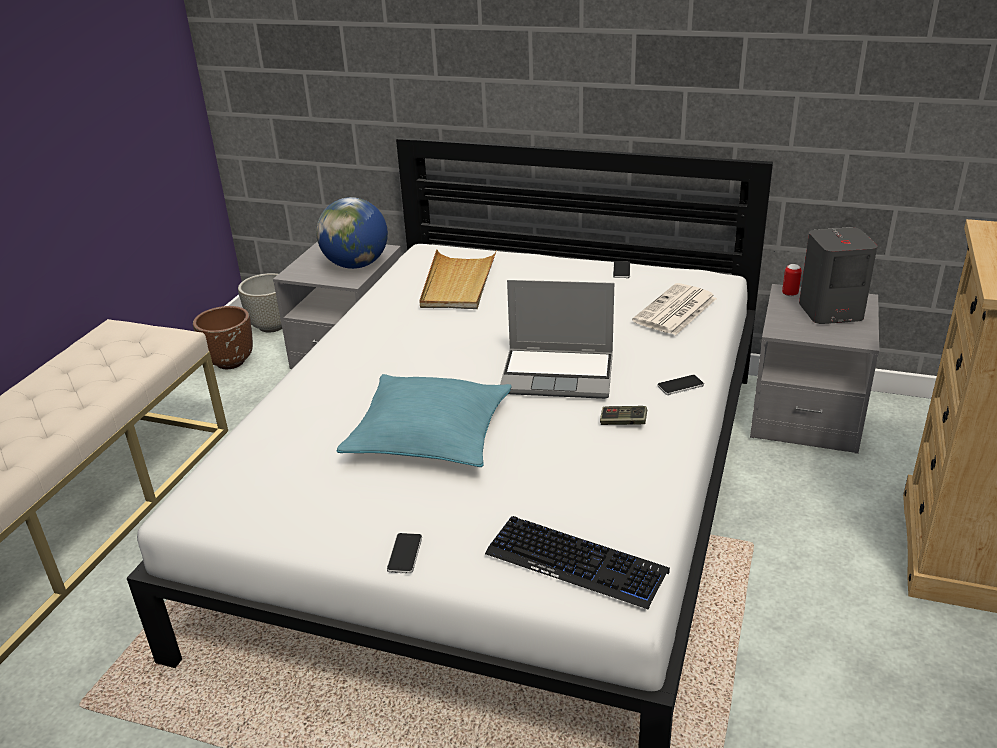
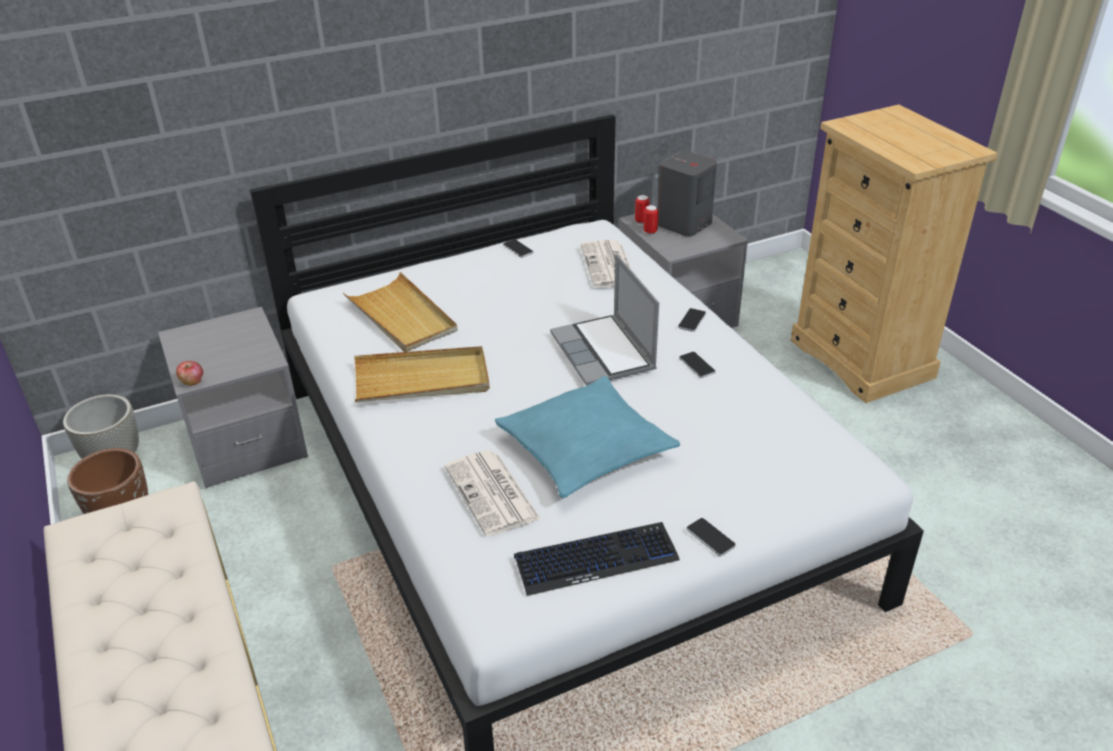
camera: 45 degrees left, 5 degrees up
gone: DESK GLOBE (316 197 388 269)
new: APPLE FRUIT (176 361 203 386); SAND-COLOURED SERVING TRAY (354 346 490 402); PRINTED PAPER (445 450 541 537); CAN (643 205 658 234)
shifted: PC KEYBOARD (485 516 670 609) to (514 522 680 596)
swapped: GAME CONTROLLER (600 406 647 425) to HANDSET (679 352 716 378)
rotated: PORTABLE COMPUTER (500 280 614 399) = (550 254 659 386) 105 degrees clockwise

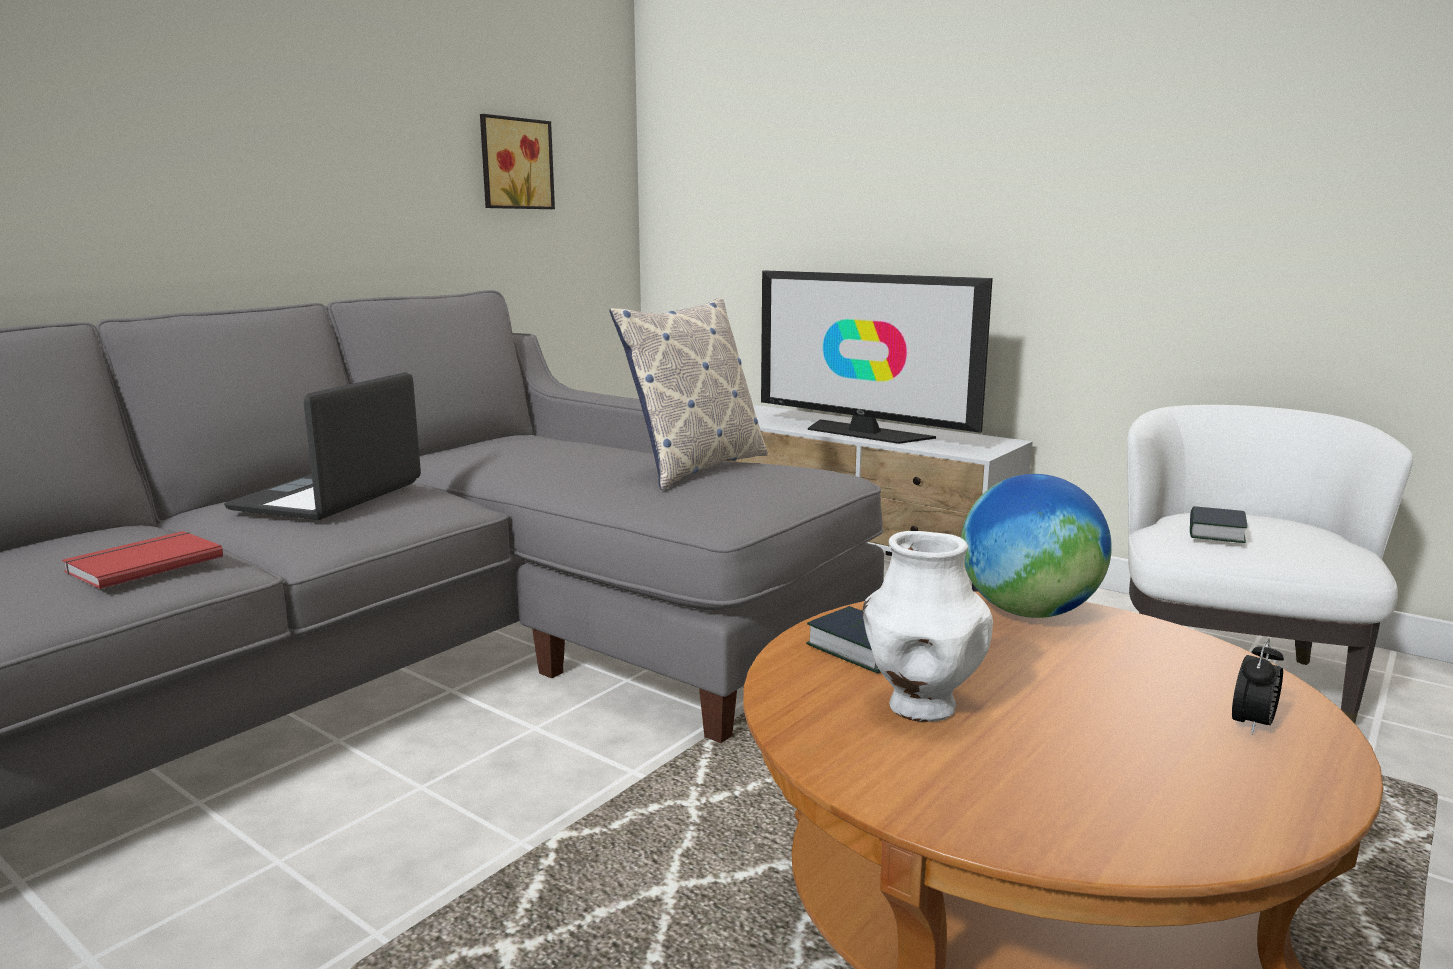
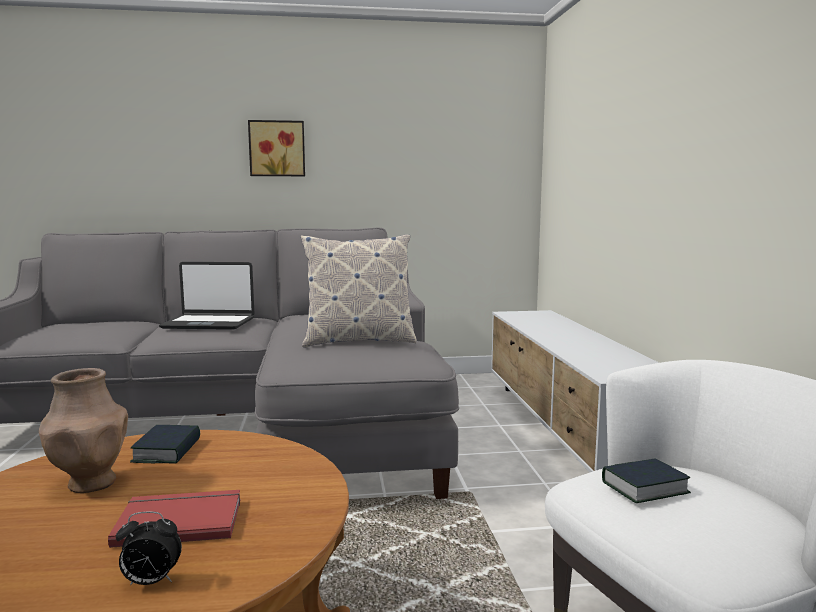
camera: 45 degrees right, 5 degrees down
gone: TV SET (761 270 993 444); DESK GLOBE (961 474 1112 618)
shifted: RED BOUND BOOK (62 531 223 589) to (108 490 241 548); PICTURE (480 114 555 209) to (248 120 305 176)
repainted: WHITISH DECORATIVE VASE (862 531 993 722) to BROWNISH DECORATIVE VASE (39 368 128 493)
rotated: PORTABLE COMPUTER (224 372 421 520) = (159 262 254 330) 150 degrees counterclockwise

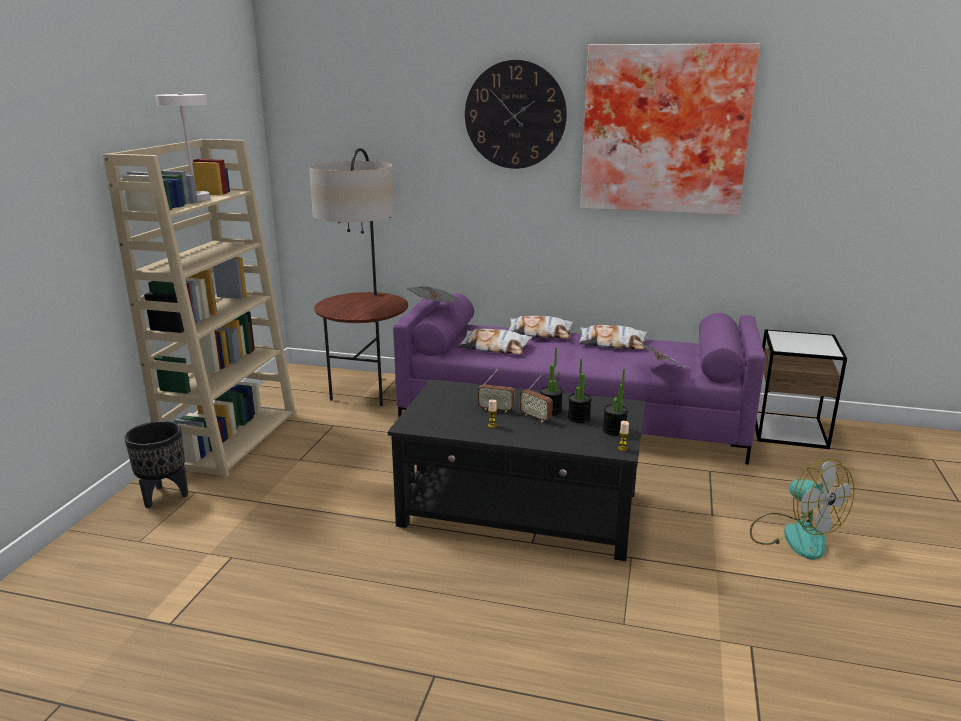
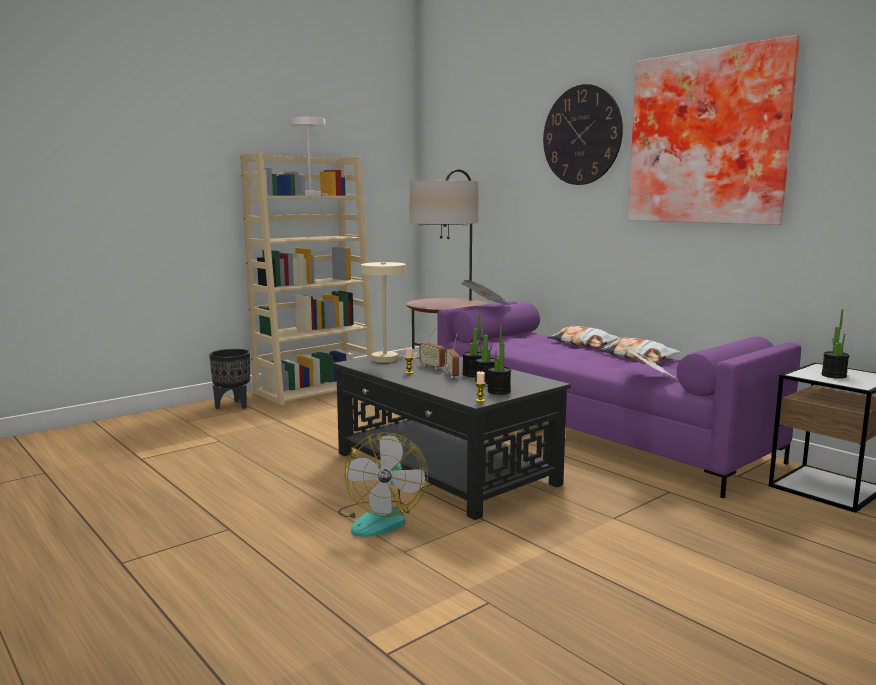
camera: 35 degrees right, 10 degrees down
gone: PILLOW (458 329 532 354)
new: SAND-COLOURED TABLE LAMP (361 262 419 363); HOUSEPLANT (821 309 849 379)
shifted: COOLING FAN (750 458 854 560) to (338 432 428 537)

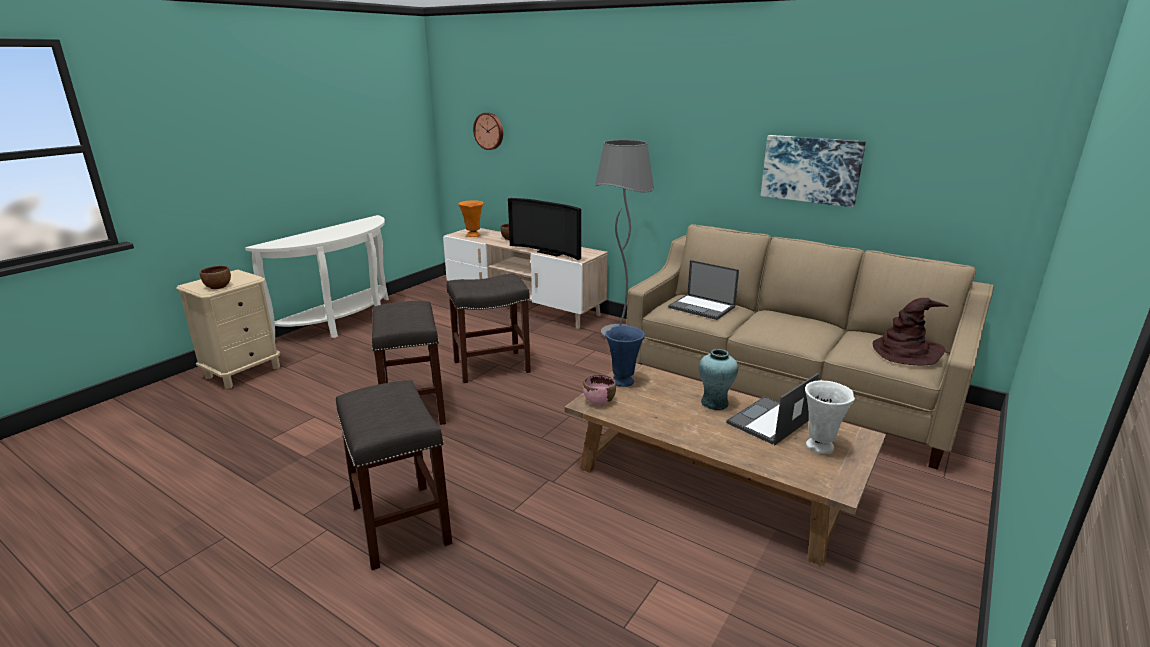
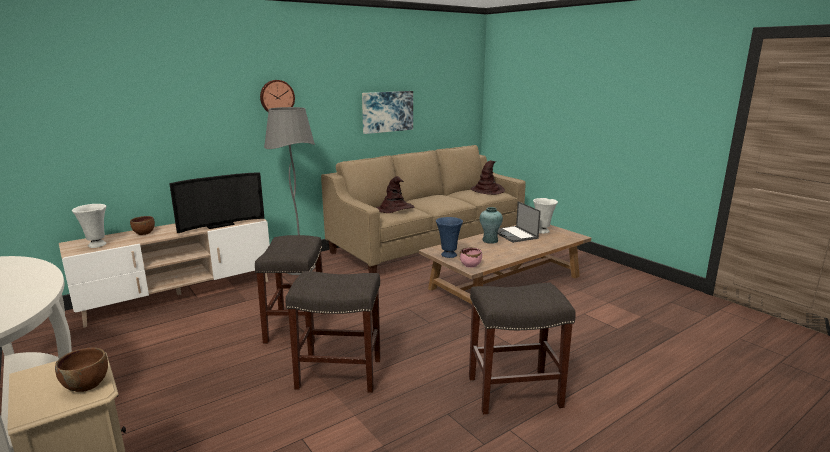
camera: 70 degrees left, 5 degrees down
shifted: HANGING CLOCK (473 113 503 150) to (260 80 295 112)
swapped: PORTABLE COMPUTER (668 260 739 320) to BROWNISH CLOTHING HAT (376 176 414 213)
repainted: ORANGEY DECORATIVE VASE (458 200 483 237) to WHITISH DECORATIVE VASE (72 204 107 248)

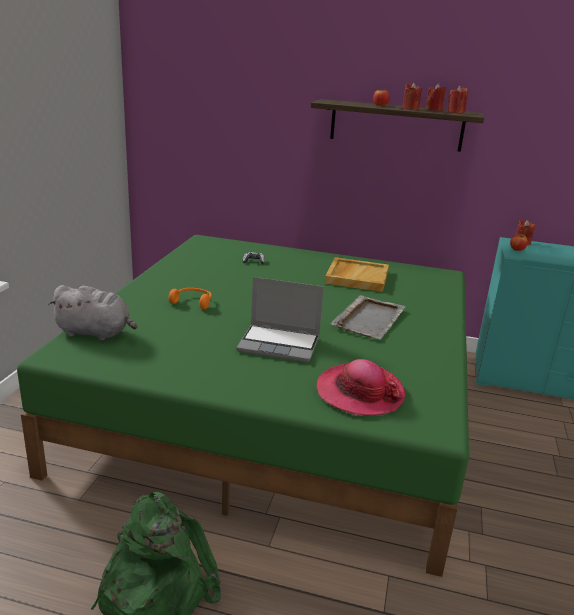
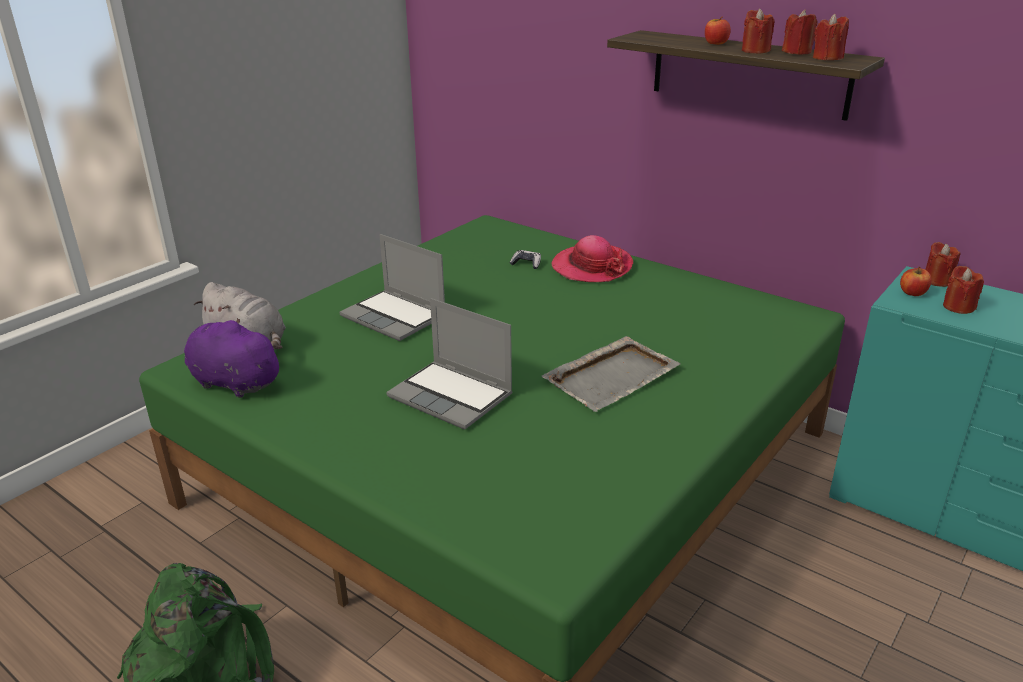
camera: 25 degrees right, 5 degrees up
gone: SAND-COLOURED SERVING TRAY (325 257 389 292)
new: PURPLE SOFT TOY (184 318 283 398); RED WAX CANDLE (943 266 984 314)
shifted: CLOTHING HAT (317 359 405 416) to (552 235 633 282)
swapped: ORANGEY PAIR OF HEADPHONES (169 288 212 309) to PORTABLE COMPUTER (340 234 445 341)

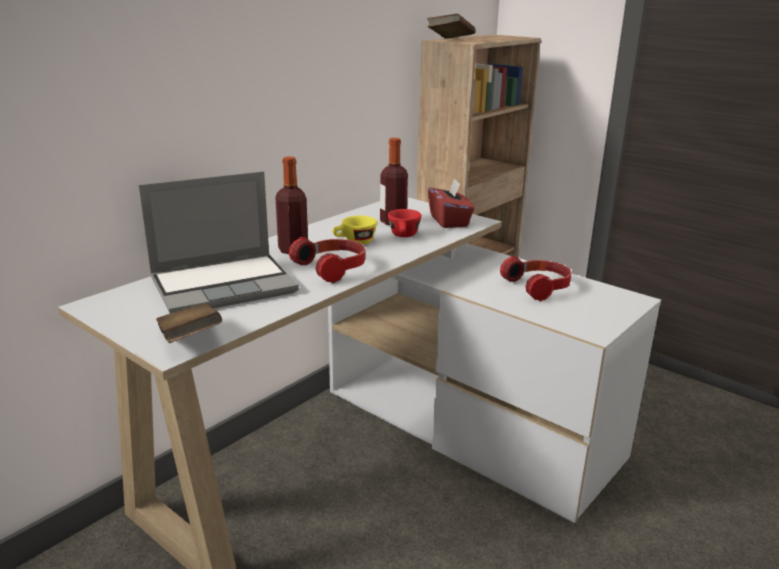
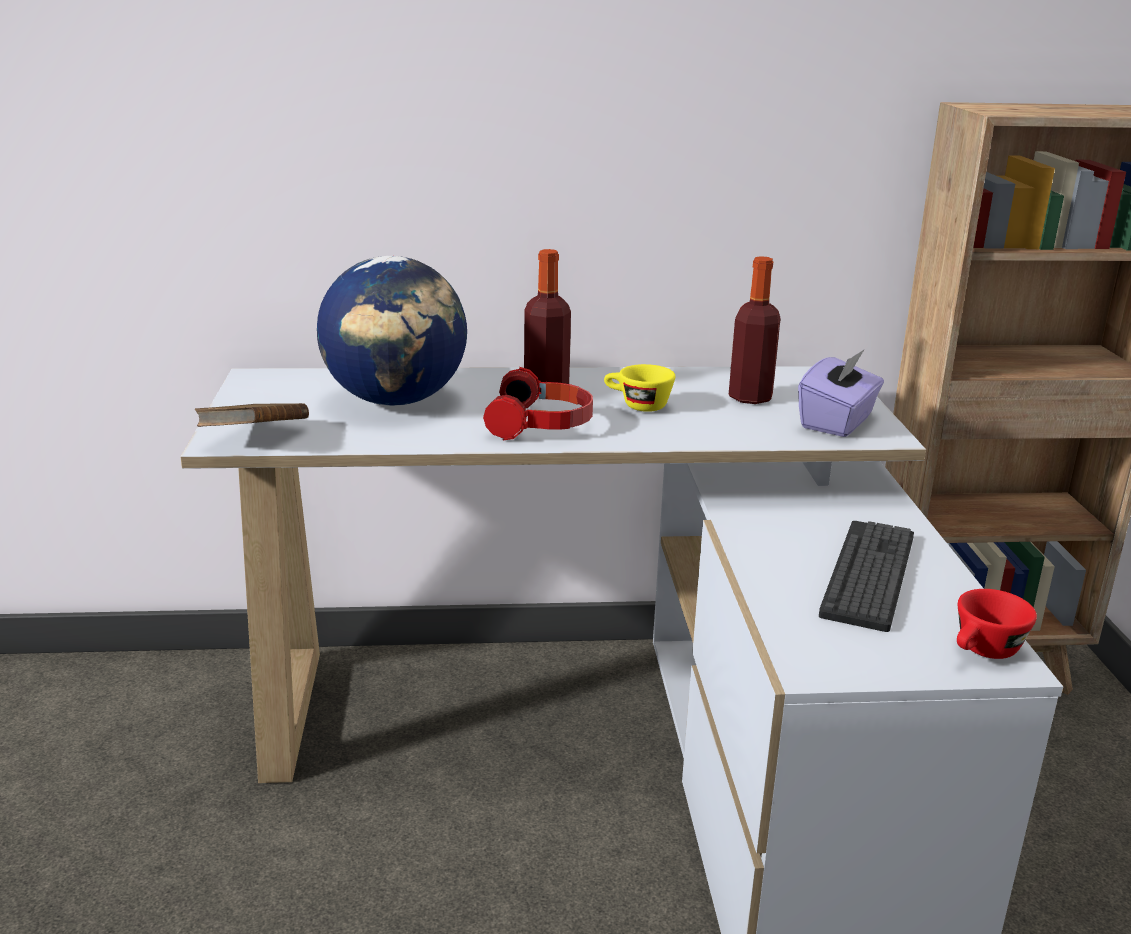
camera: 45 degrees right, 0 degrees up
gone: BROWNISH BOUND BOOK (427 14 476 39)
shifted: RED CUP (388 209 422 237) to (957 589 1037 659)
swapped: PORTABLE COMPUTER (139 171 299 313) to DESK GLOBE (317 256 467 406); PAIR OF HEADPHONES (500 256 572 302) to PC KEYBOARD (819 521 914 632)
repainted: RED TISSUE HOLDER (428 178 475 228) to PURPLE TISSUE HOLDER (798 349 884 437)

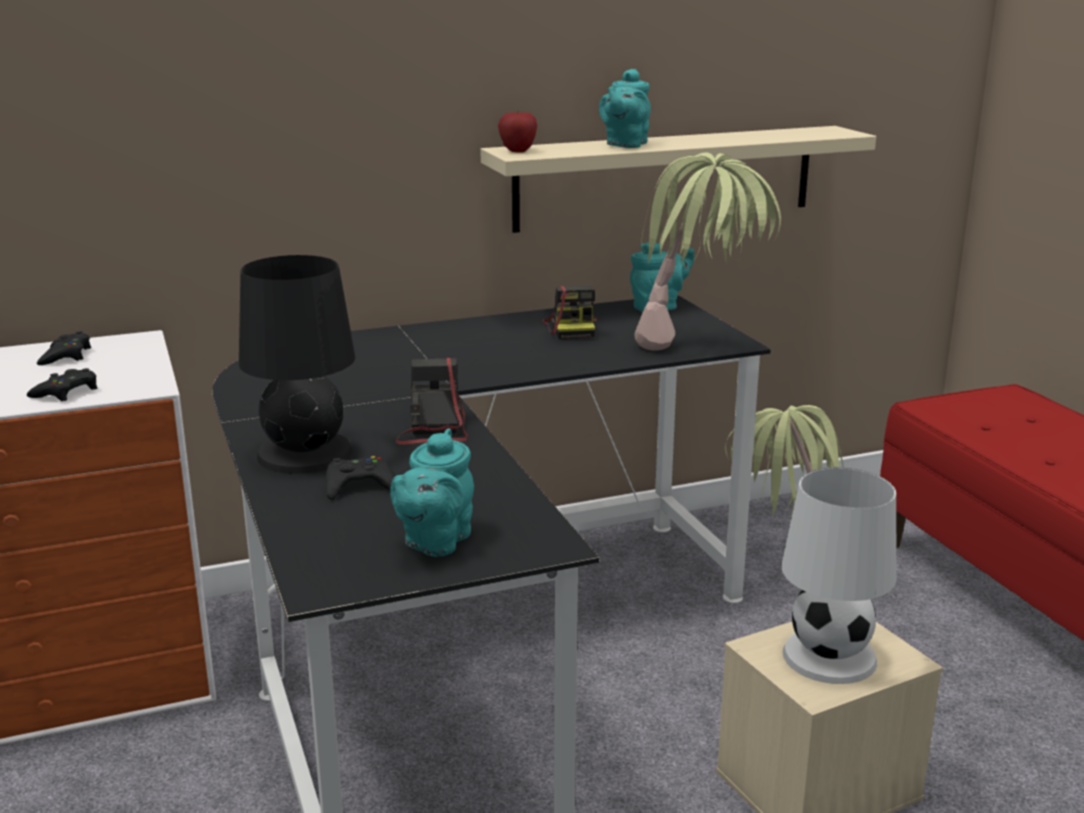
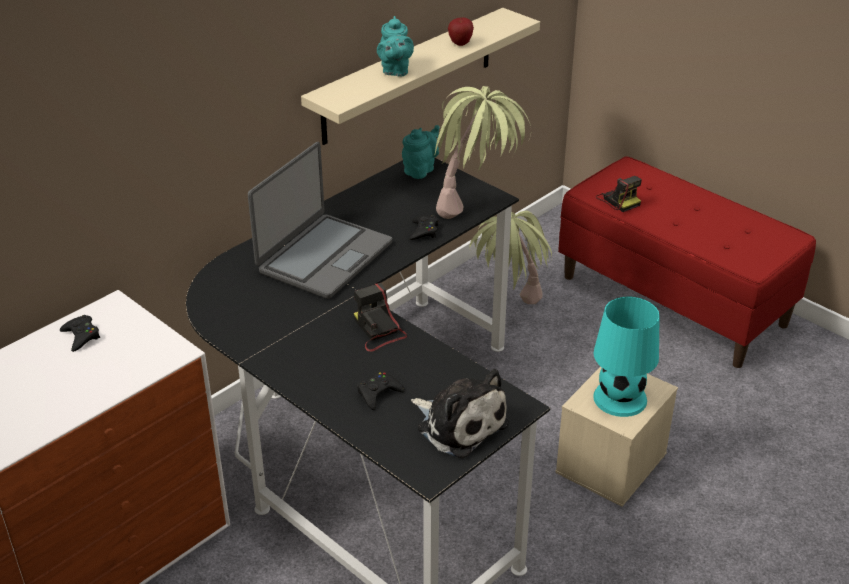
camera: 25 degrees left, 15 degrees up
gone: BLACKISH TABLE LAMP (239 255 355 474)
new: PORTABLE COMPUTER (248 142 392 299)
shifted: BLACKISH GAME CONTROLLER (27 368 97 401) to (409 215 439 240); APPLE FRUIT (498 110 537 152) to (448 18 474 46); STILL CAMERA (543 286 597 339) to (596 176 642 212)
swapped: TURQUOISE TEAPOT (391 428 474 557) to SOFT TOY (411 369 509 459)
repainted: WHITISH TABLE LAMP (781 467 897 684) to TURQUOISE TABLE LAMP (593 297 660 417)

